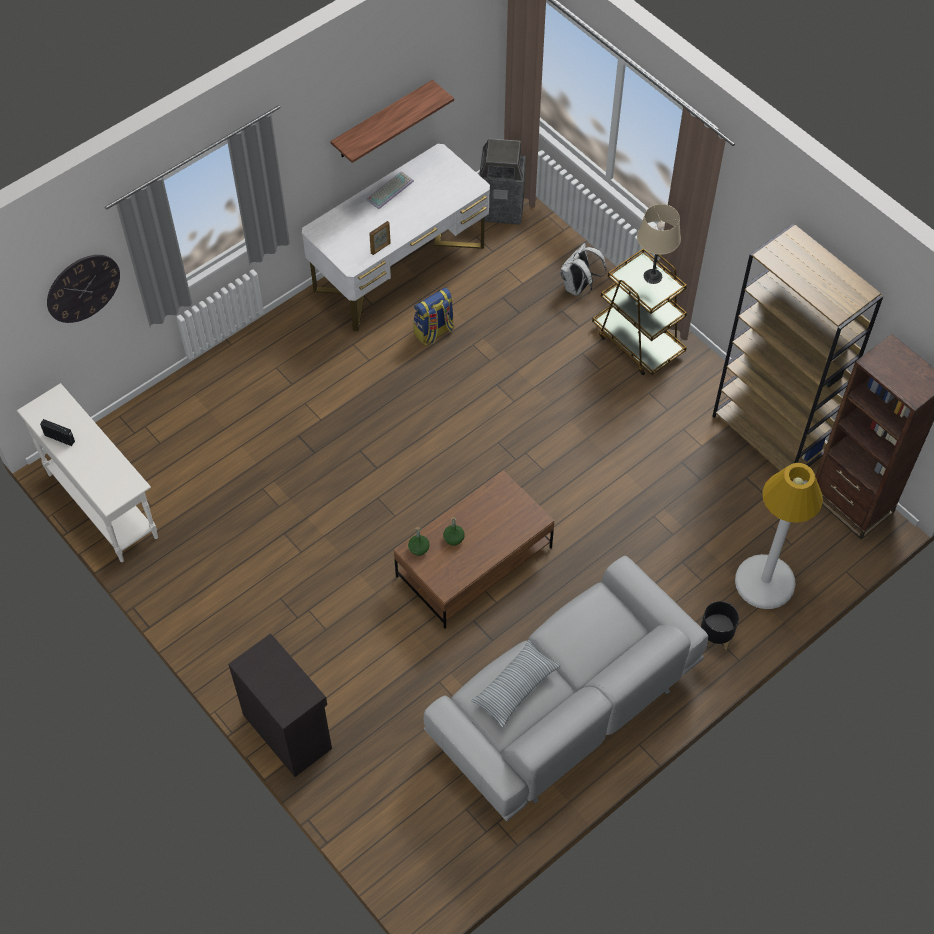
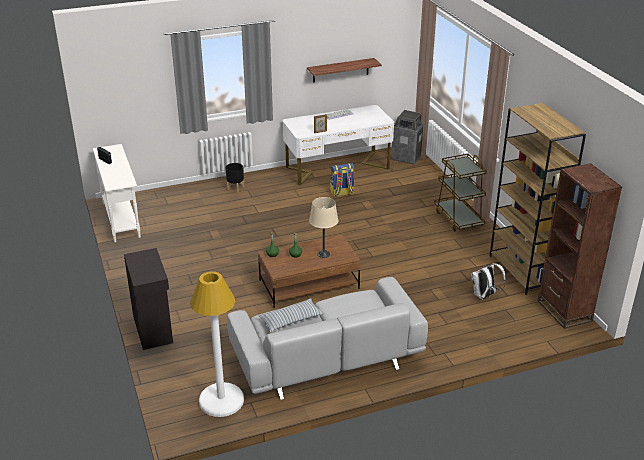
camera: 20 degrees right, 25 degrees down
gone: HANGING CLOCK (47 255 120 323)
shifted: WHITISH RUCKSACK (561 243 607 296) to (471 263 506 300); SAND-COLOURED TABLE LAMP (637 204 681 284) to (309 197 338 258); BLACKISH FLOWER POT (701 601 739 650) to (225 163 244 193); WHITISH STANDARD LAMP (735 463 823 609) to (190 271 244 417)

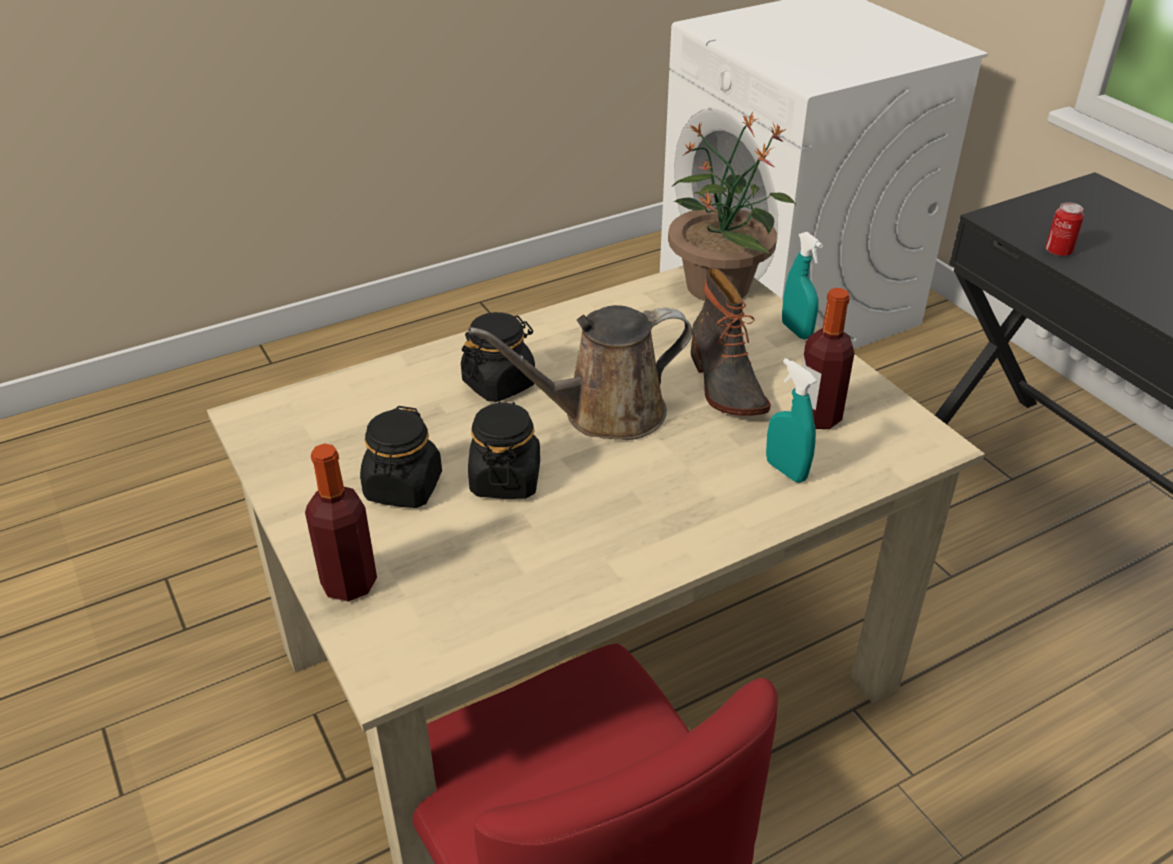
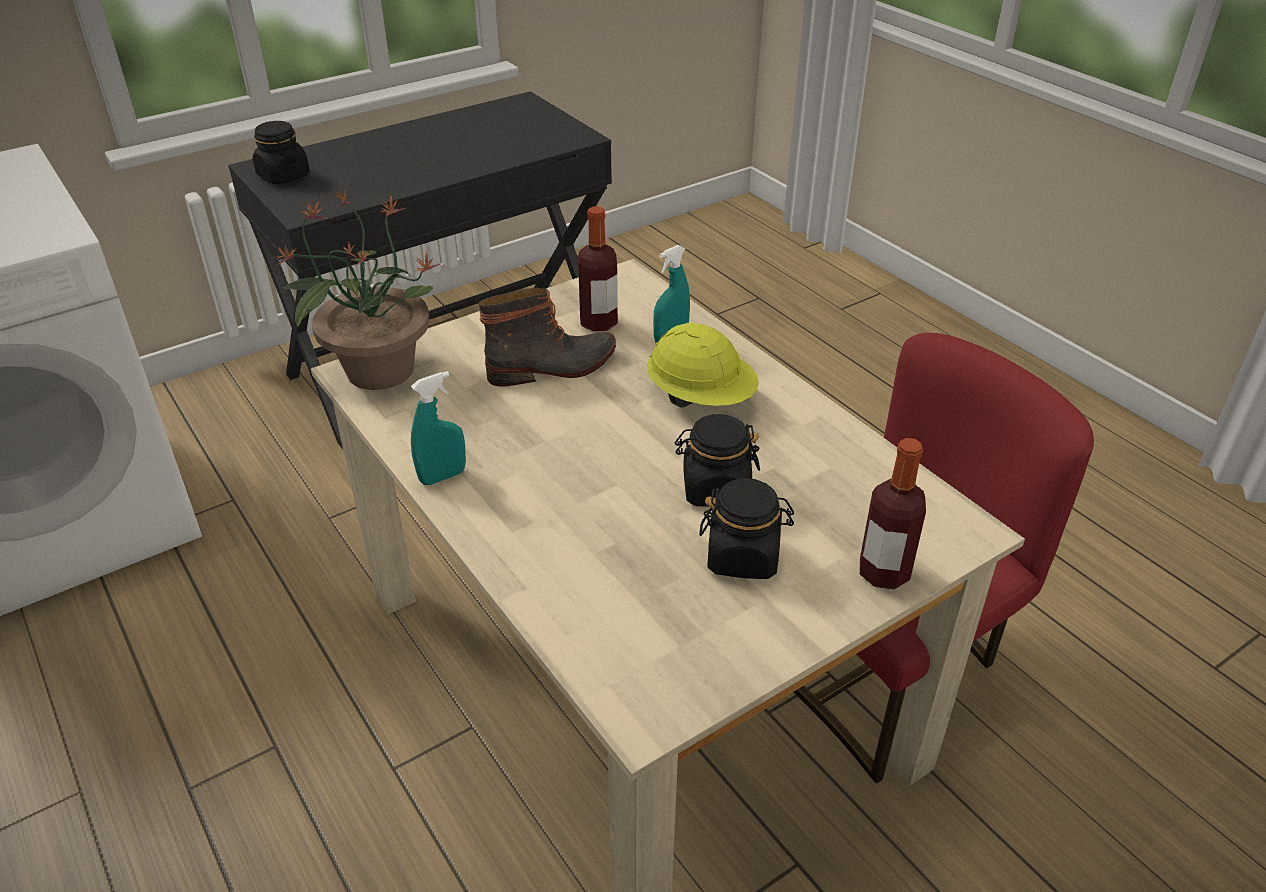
camera: 95 degrees left, 0 degrees up
gone: BROWNISH SPRINKLING CAN (468 305 692 440); CAN (1045 202 1084 256)
new: YELLOWISH HARD HAT (647 322 759 407)
shifted: BLACKISH JAR (461 312 535 402) to (253 121 310 184); TURQUOISE SPRAYER (782 232 823 340) to (411 371 466 485)

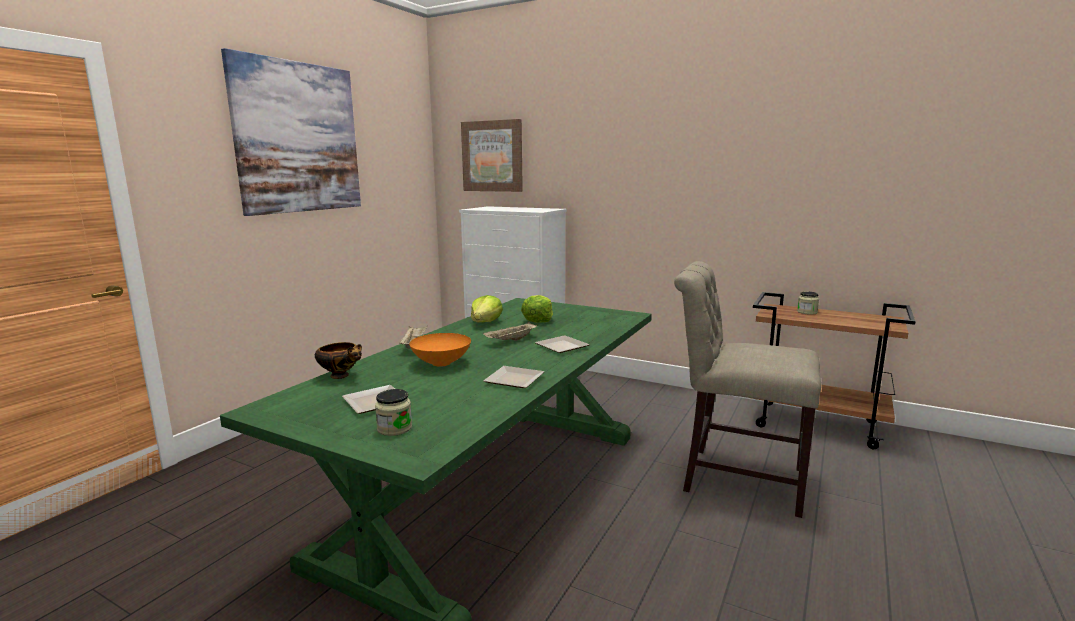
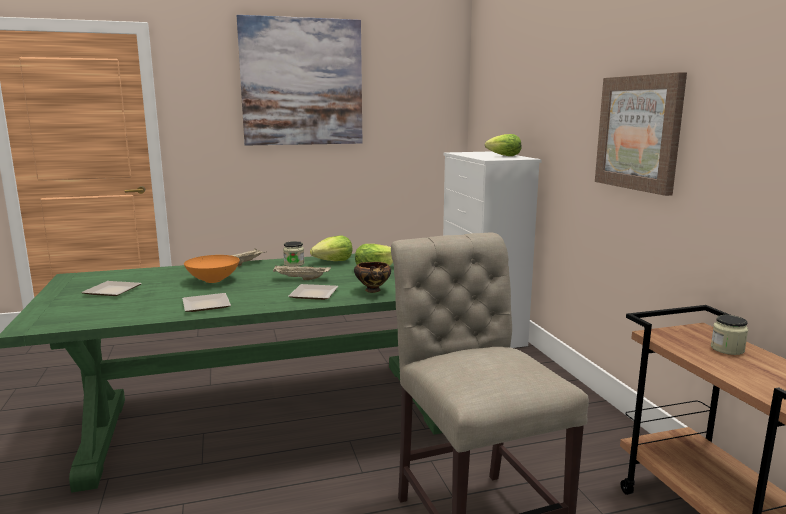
camera: 45 degrees right, 0 degrees up
new: LETTUCE (485 134 521 156)
shifted: DEEP DISH (315 342 362 379) to (354 262 391 293); JAR (375 389 412 436) to (283 241 304 267); PICTURE (461 119 523 192) to (595 72 687 196)

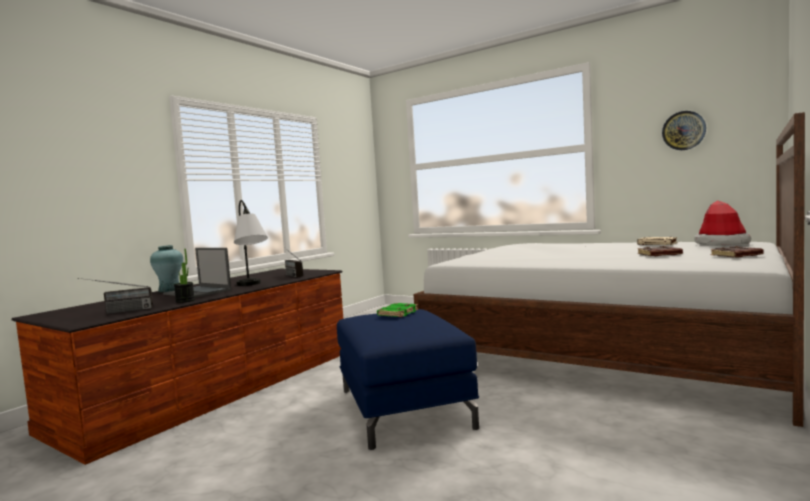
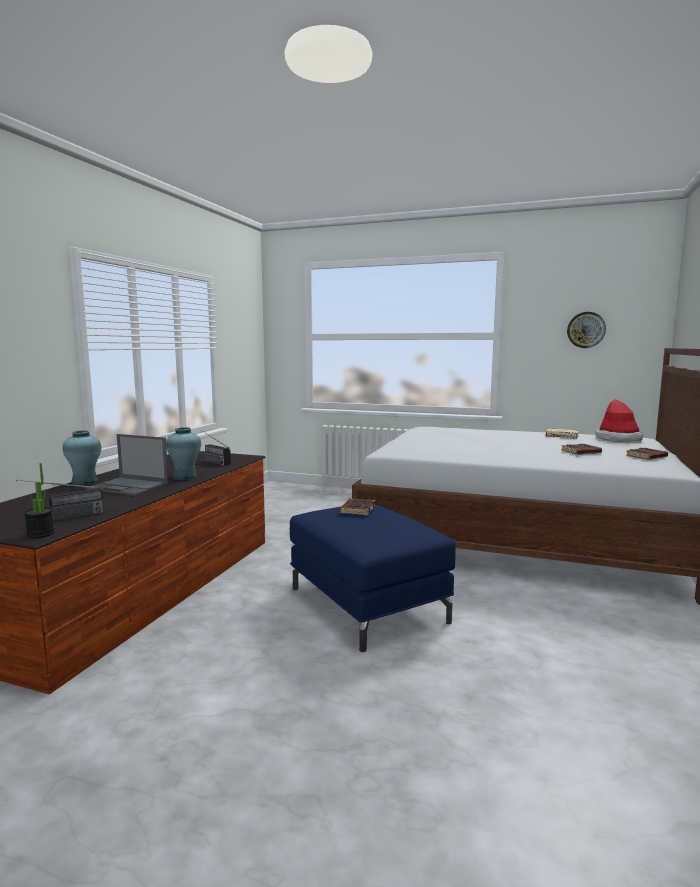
camera: 15 degrees left, 5 degrees up
shifted: HOUSEPLANT (174 249 195 303) to (24 463 54 538)
swapped: TABLE LAMP (234 200 268 286) to TURQUOISE DECORATIVE VASE (166 427 201 480)
repainted: GREEN BOUND BOOK (377 303 418 317) to BROWNISH BOUND BOOK (339 498 376 516)

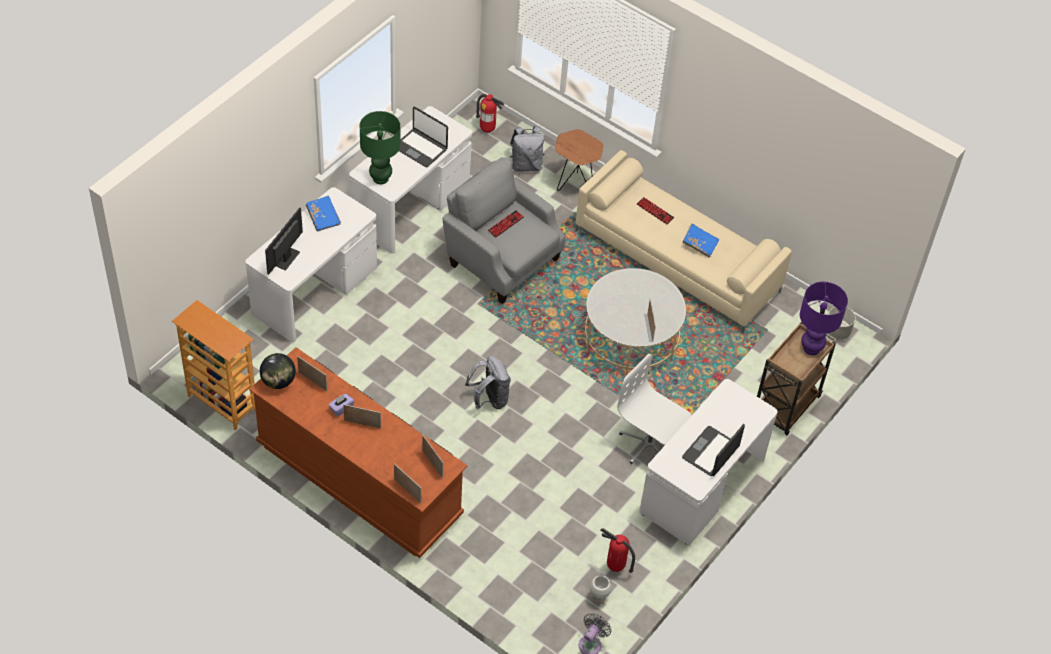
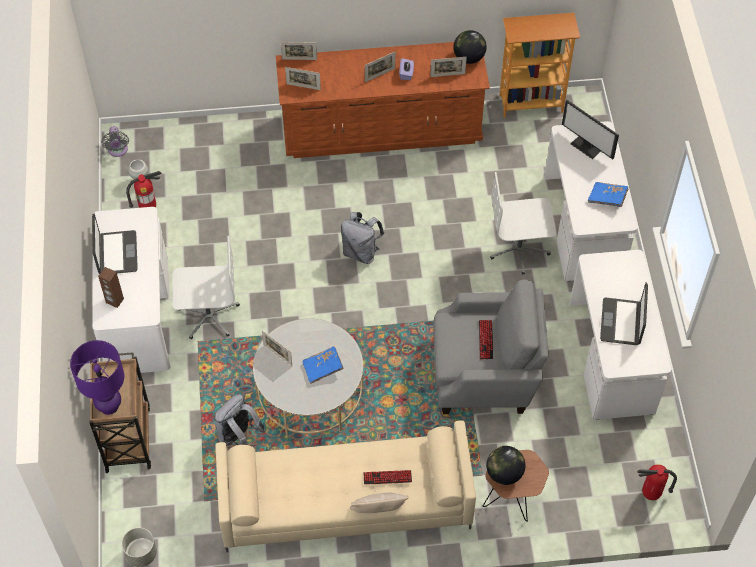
camera: 140 degrees right, 5 degrees up
gone: GREEN TABLE LAMP (360 111 400 184)
new: BROWNISH LOUDSPEAKER (98 267 124 308); SAND-COLOURED PILLOW (350 493 409 513); DESK GLOBE (486 446 525 485); WHITISH DESK CHAIR (490 172 556 275)
shifted: GREYISH RUCKSACK (510 126 544 172) to (214 395 266 446); BLUE BOUND BOOK (683 224 719 257) to (302 347 344 384)
rotated: COMPUTER SCREEN (265 207 303 274) = (562 100 619 159) 150 degrees clockwise; PORTABLE COMPUTER (399 107 448 167) = (600 283 648 345) 75 degrees counterclockwise

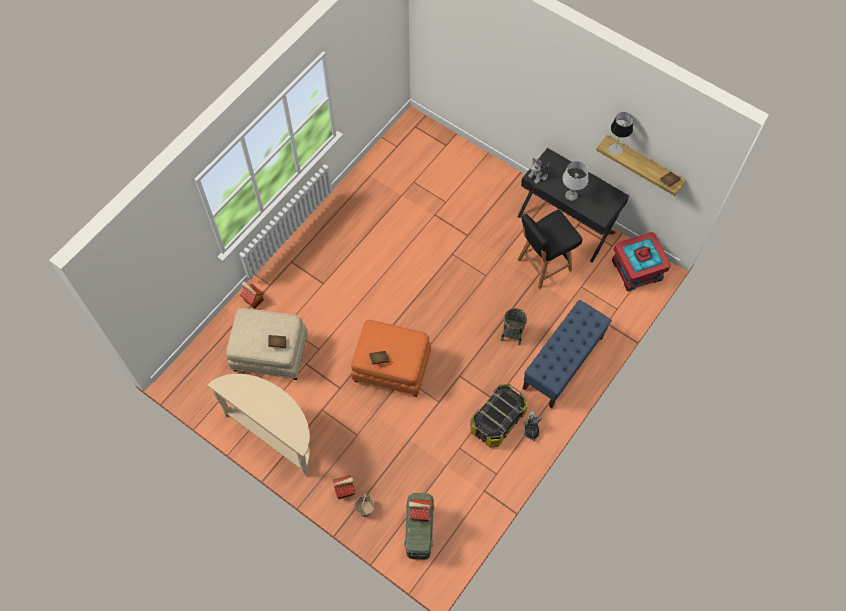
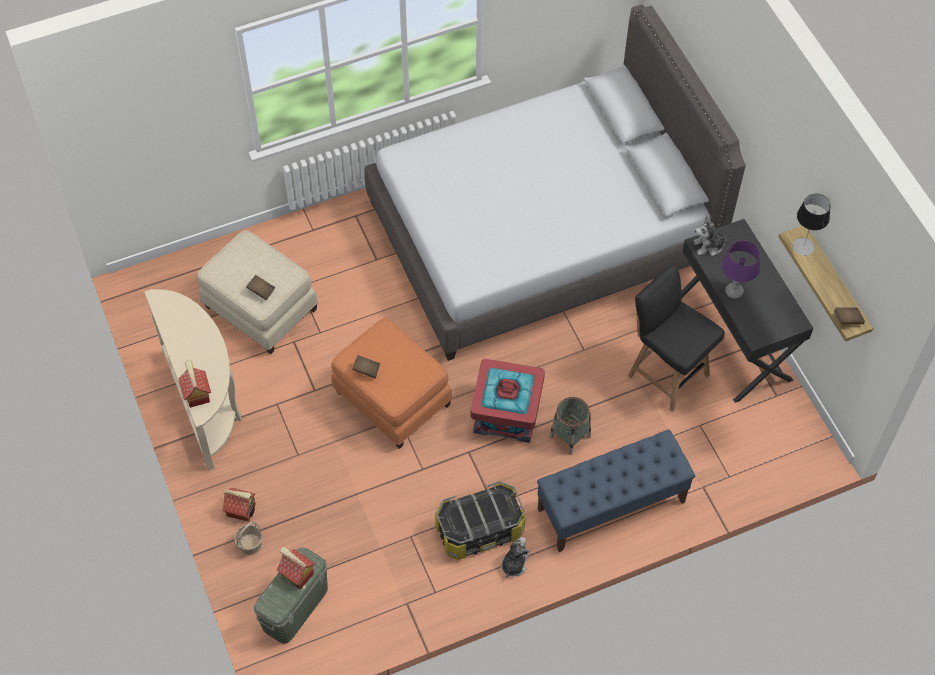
camera: 30 degrees right, 5 degrees down
new: GREYISH BEDROOM BED (364 4 746 361)
shifted: TOY HOUSE (240 281 264 309) to (178 361 211 408); RED STORAGE BOX (612 232 671 292) to (470 359 545 443)
repainted: GREYISH TABLE LAMP (562 161 589 201) to PURPLE TABLE LAMP (722 240 760 299)
rotated: BLACKISH PLAIN CHAIR (517 210 583 289) = (628 264 725 412) 45 degrees clockwise

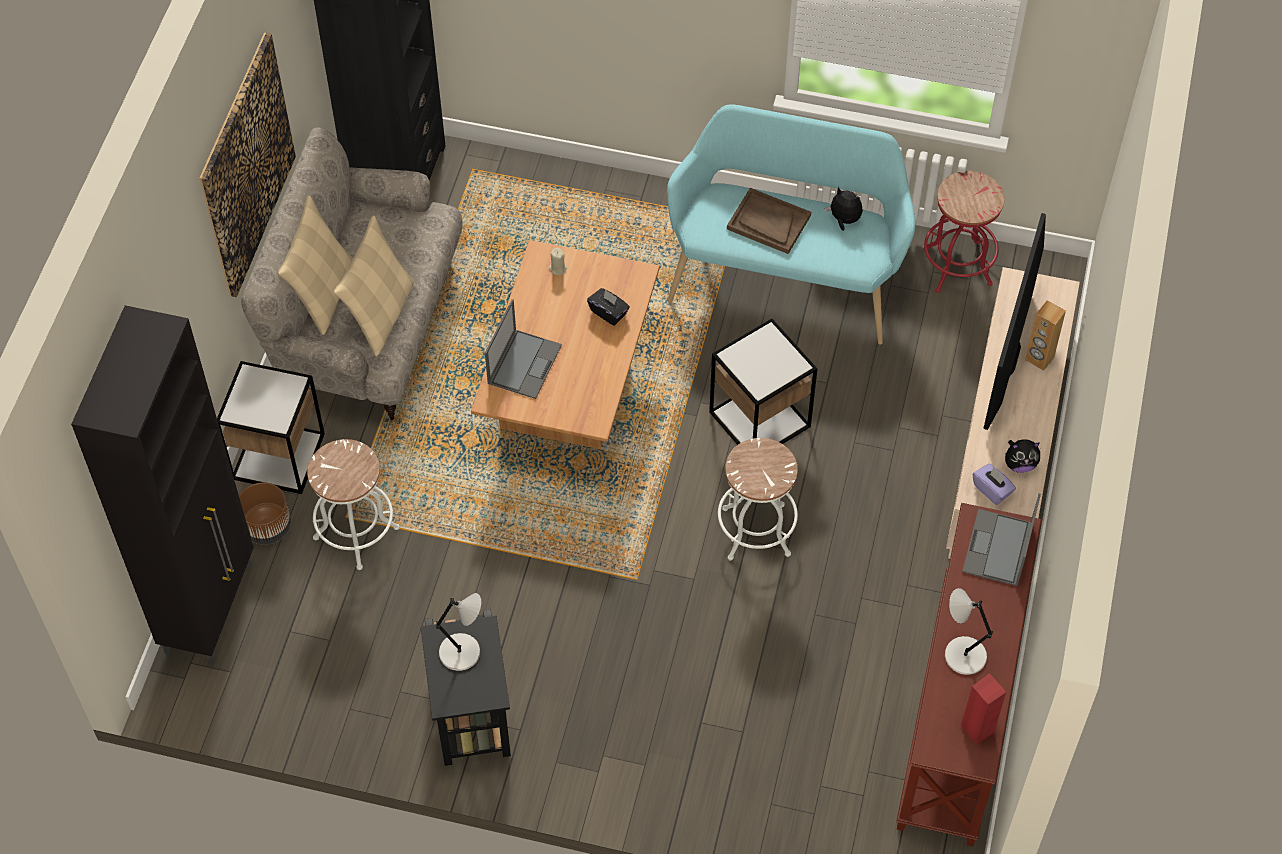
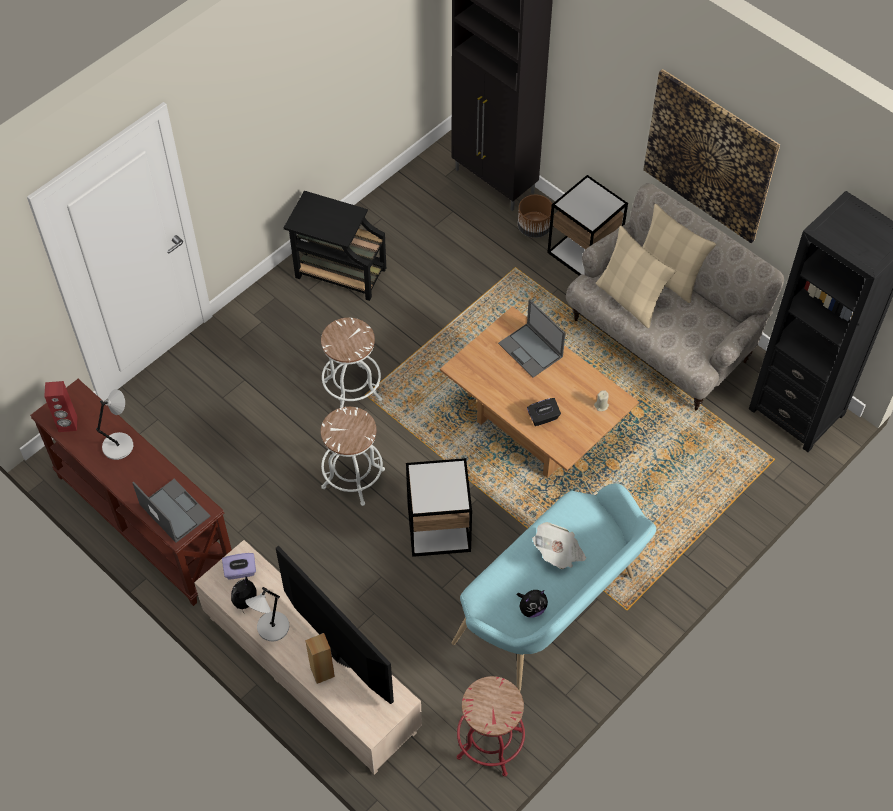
camera: 120 degrees right, 0 degrees up
shifted: WHITISH STOOL (307 439 400 570) to (321 318 382 408); GREYISH TABLE LAMP (436 593 481 671) to (245 587 289 641)
swapped: BROWNISH SERVING TRAY (727 188 811 254) to PRINTED PAPER (532 522 586 569)

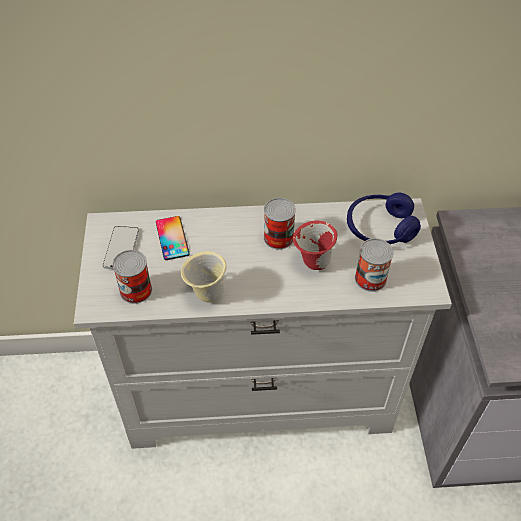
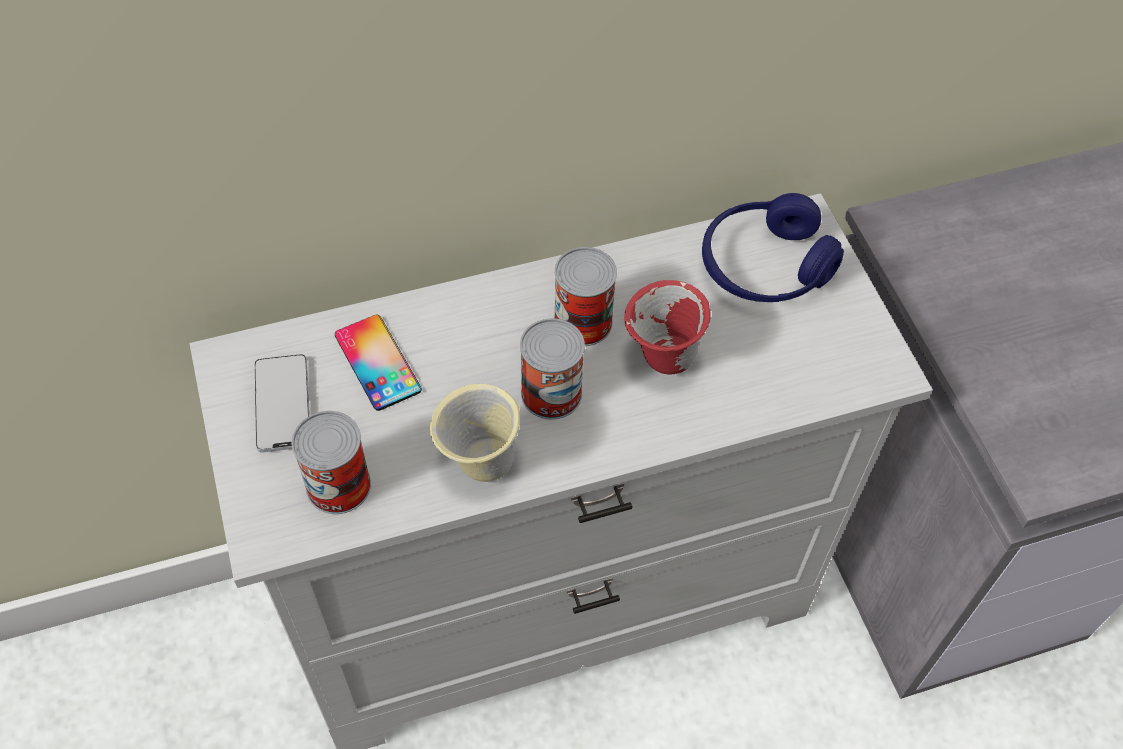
camera: 15 degrees left, 5 degrees up
shifted: CAN (355 238 393 292) to (520 318 585 420)

